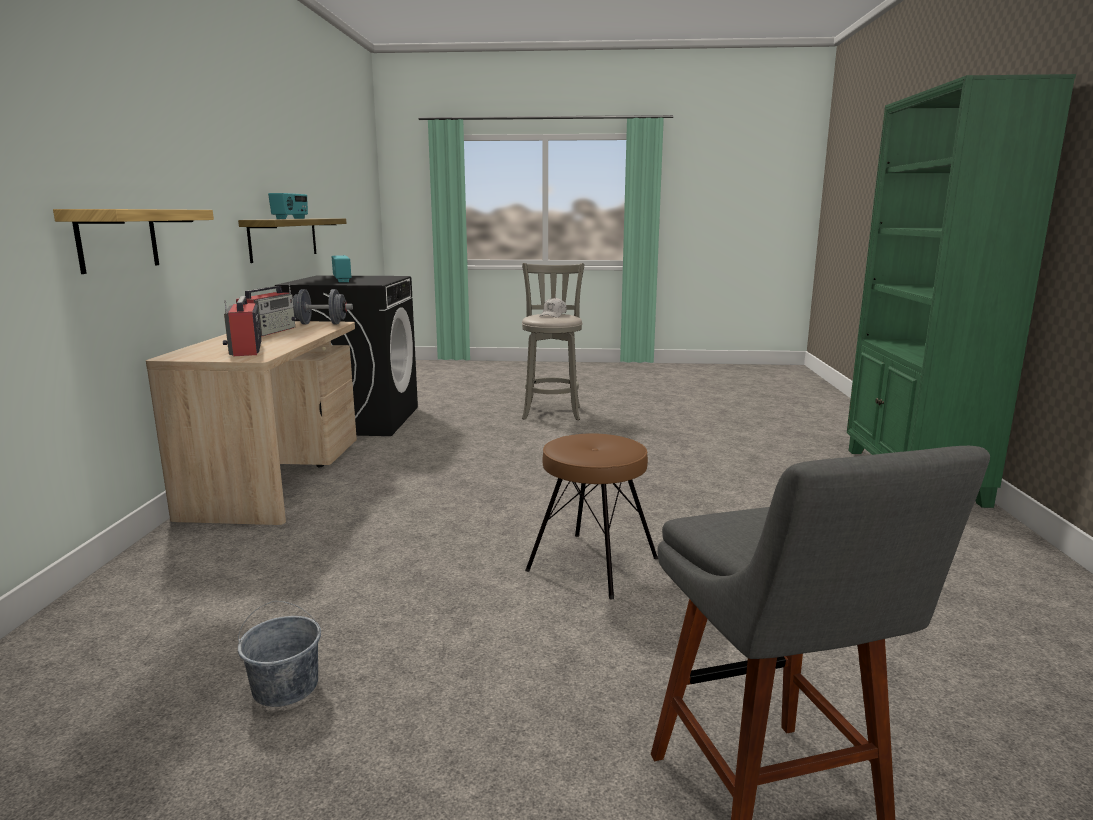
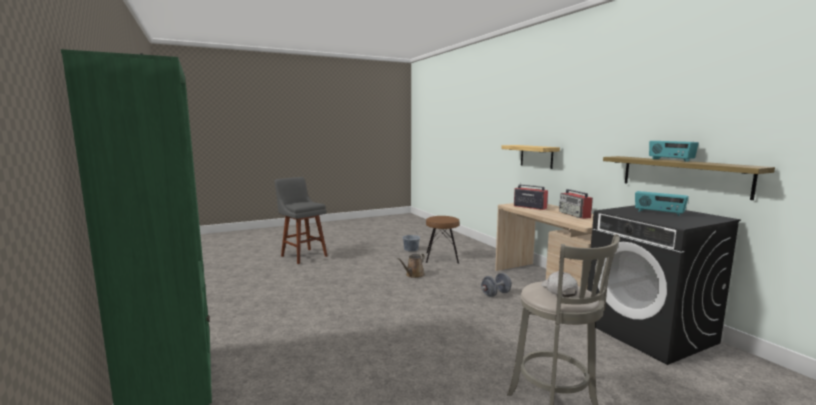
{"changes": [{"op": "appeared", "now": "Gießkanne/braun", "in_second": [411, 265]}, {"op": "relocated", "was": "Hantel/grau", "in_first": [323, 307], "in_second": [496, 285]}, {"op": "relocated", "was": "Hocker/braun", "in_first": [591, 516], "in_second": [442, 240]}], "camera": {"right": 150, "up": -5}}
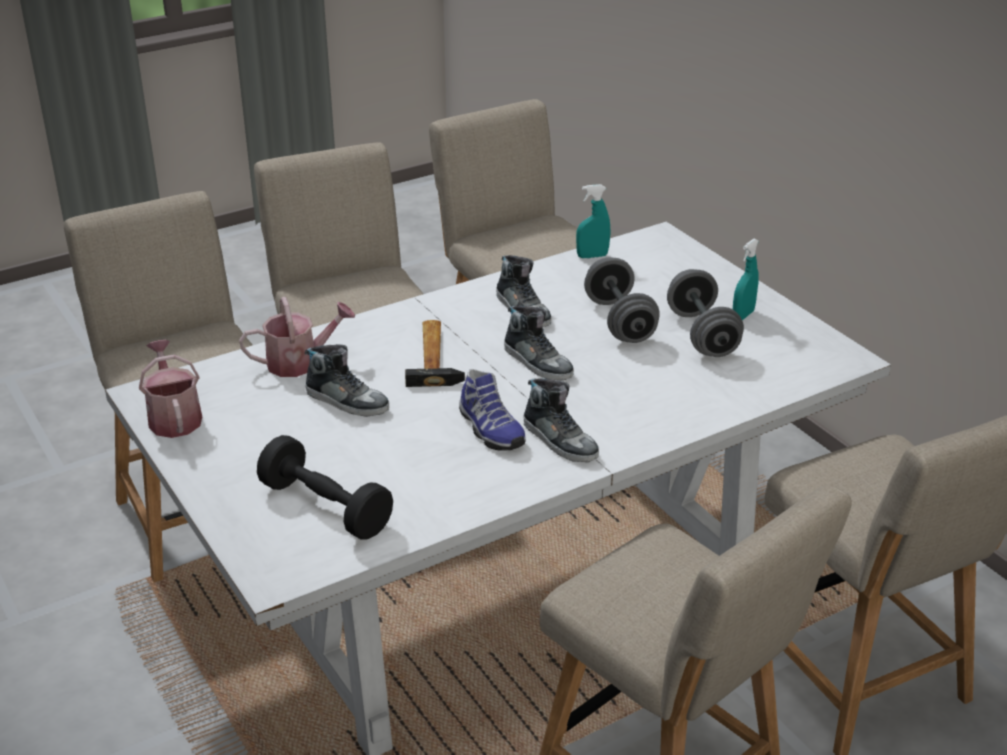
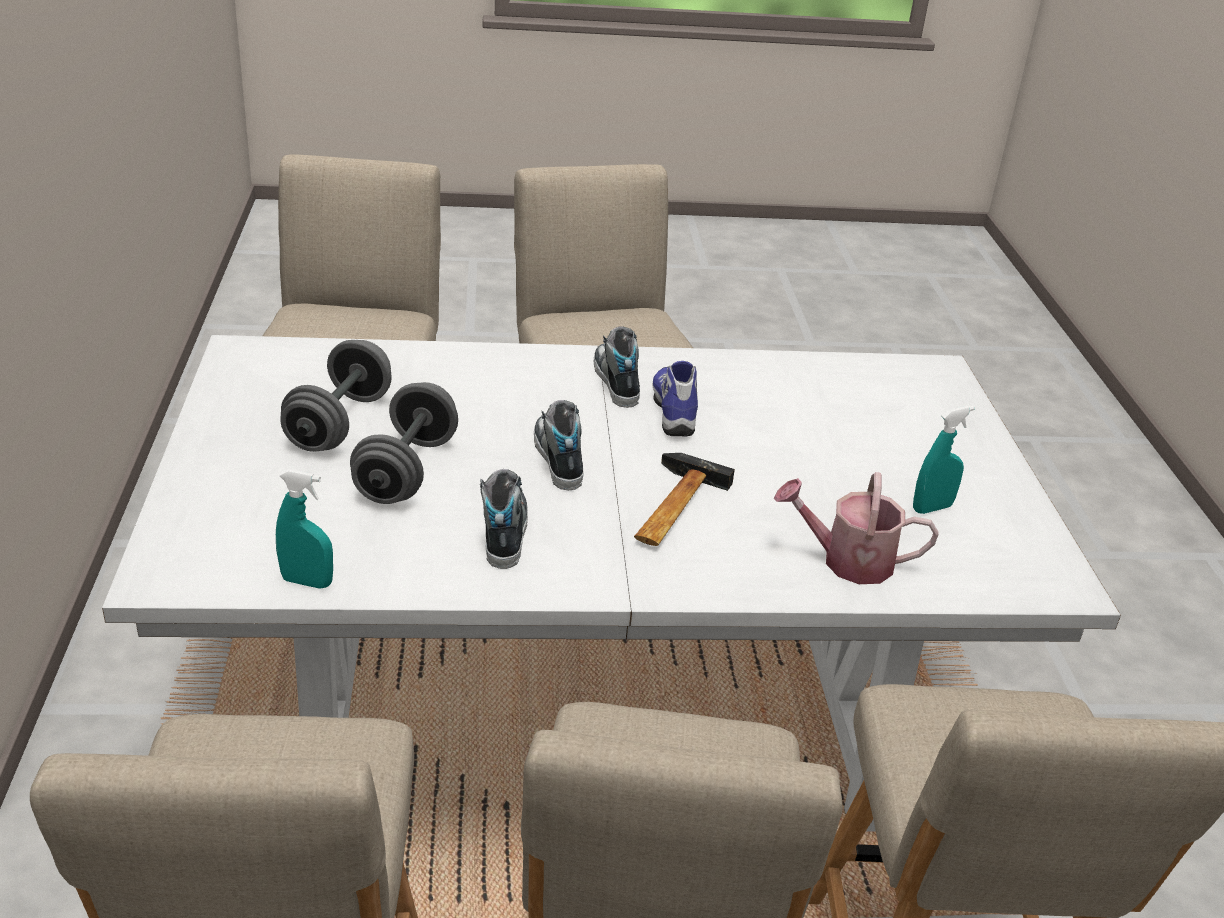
{"changes": [{"op": "missing", "was": "Gießkanne", "in_first": [170, 389]}, {"op": "missing", "was": "Hantel/schwarz", "in_first": [325, 487]}, {"op": "missing", "was": "Schuh", "in_first": [347, 380]}, {"op": "relocated", "was": "Sprühflasche/türkis", "in_first": [746, 279], "in_second": [944, 460]}], "camera": {"right": -155, "up": 0}}
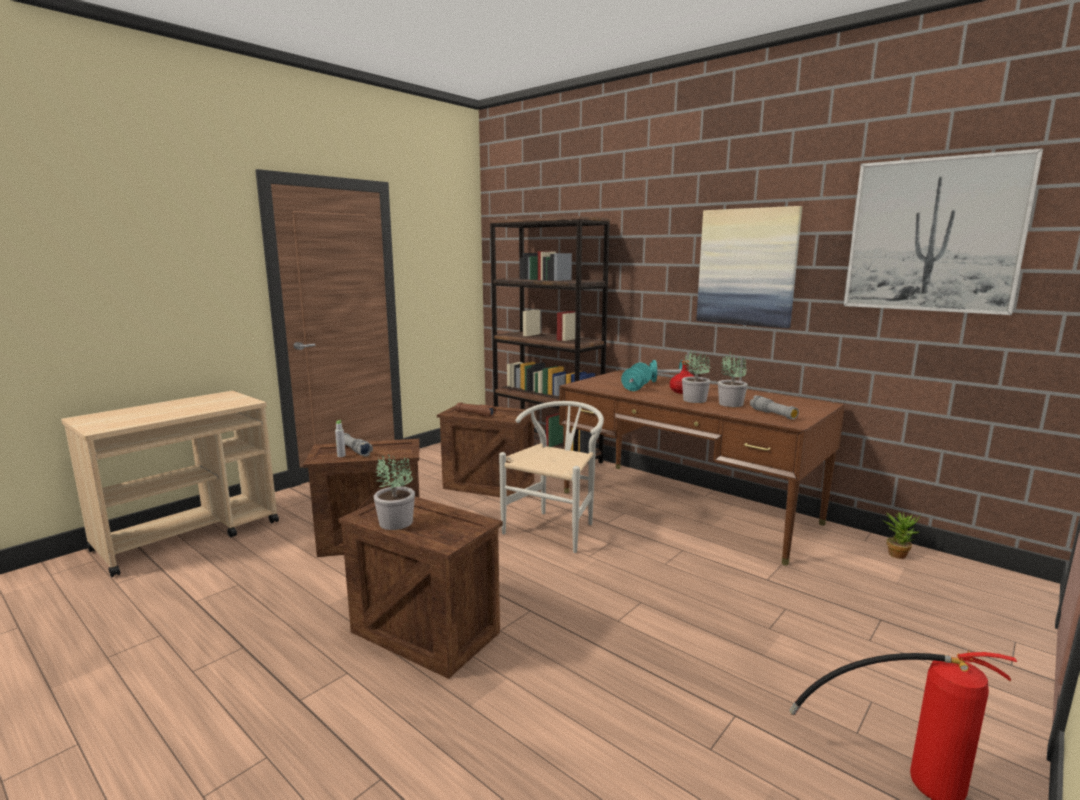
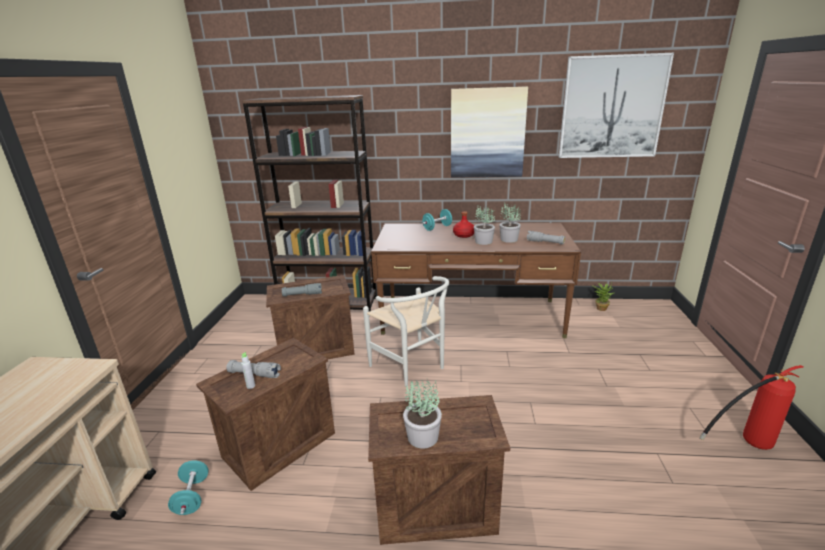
{"changes": [{"op": "relocated", "was": "Hantel/türkis", "in_first": [636, 377], "in_second": [188, 487]}, {"op": "colour", "was": "Taschenlampe/braun", "now": "Taschenlampe/grau", "in_first": [476, 410], "in_second": [302, 289]}, {"op": "spun", "was": "Stuhl/weiß", "in_first": [551, 477], "in_second": [406, 331], "clockwise": 150}], "camera": {"right": -35, "up": 10}}
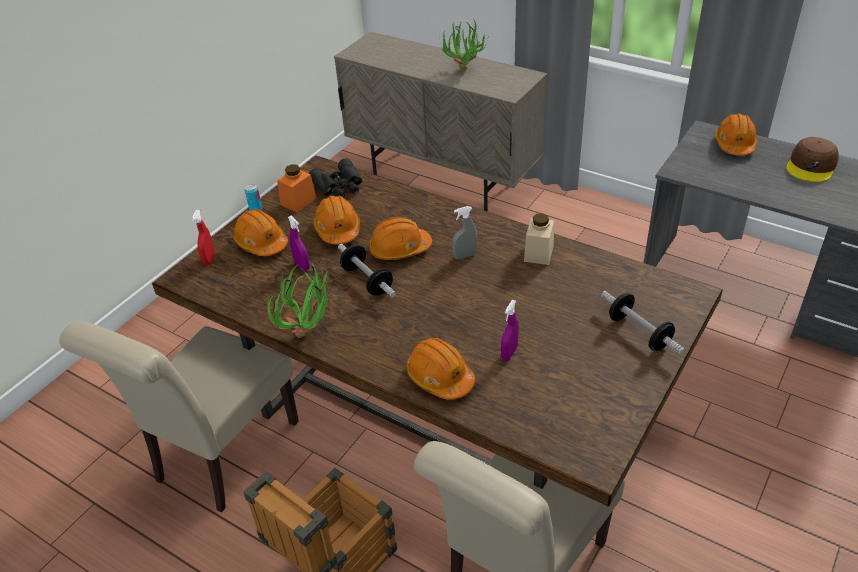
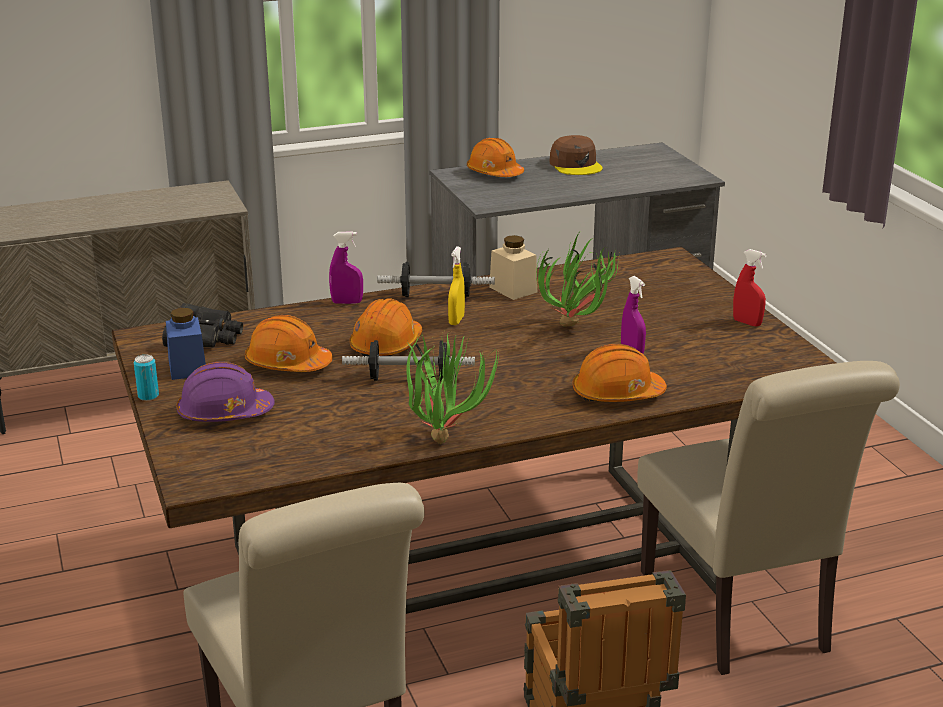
{"changes": [{"op": "relocated", "was": "Sprühflasche/rot", "in_first": [203, 238], "in_second": [750, 287]}, {"op": "relocated", "was": "Sprühflasche/lila", "in_first": [299, 243], "in_second": [346, 267]}, {"op": "relocated", "was": "Topfpflanze", "in_first": [464, 43], "in_second": [578, 280]}, {"op": "relocated", "was": "Hantel", "in_first": [643, 323], "in_second": [436, 280]}, {"op": "colour", "was": "Schutzhelm/orange", "now": "Schutzhelm/lila", "in_first": [260, 232], "in_second": [225, 392]}, {"op": "colour", "was": "Vorratsglas/orange", "now": "Vorratsglas/blau", "in_first": [296, 188], "in_second": [186, 344]}, {"op": "colour", "was": "Sprühflasche/grau", "now": "Sprühflasche/gelb", "in_first": [464, 232], "in_second": [456, 285]}], "camera": {"right": -55, "up": -15}}
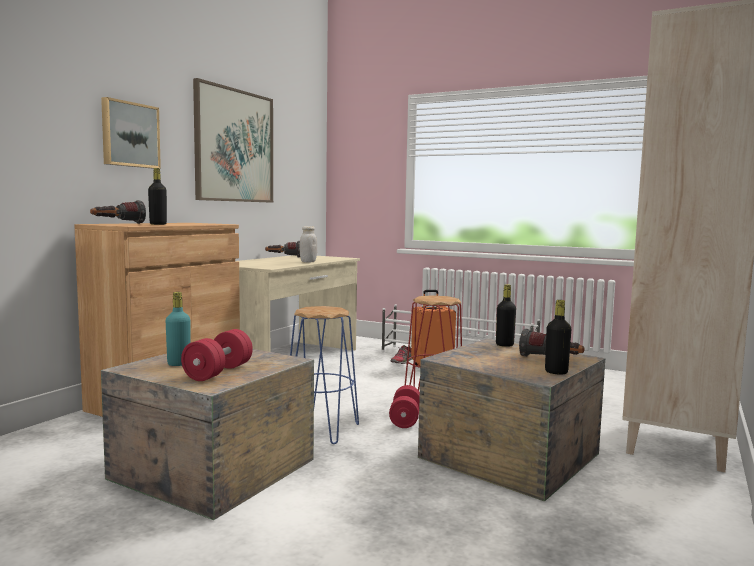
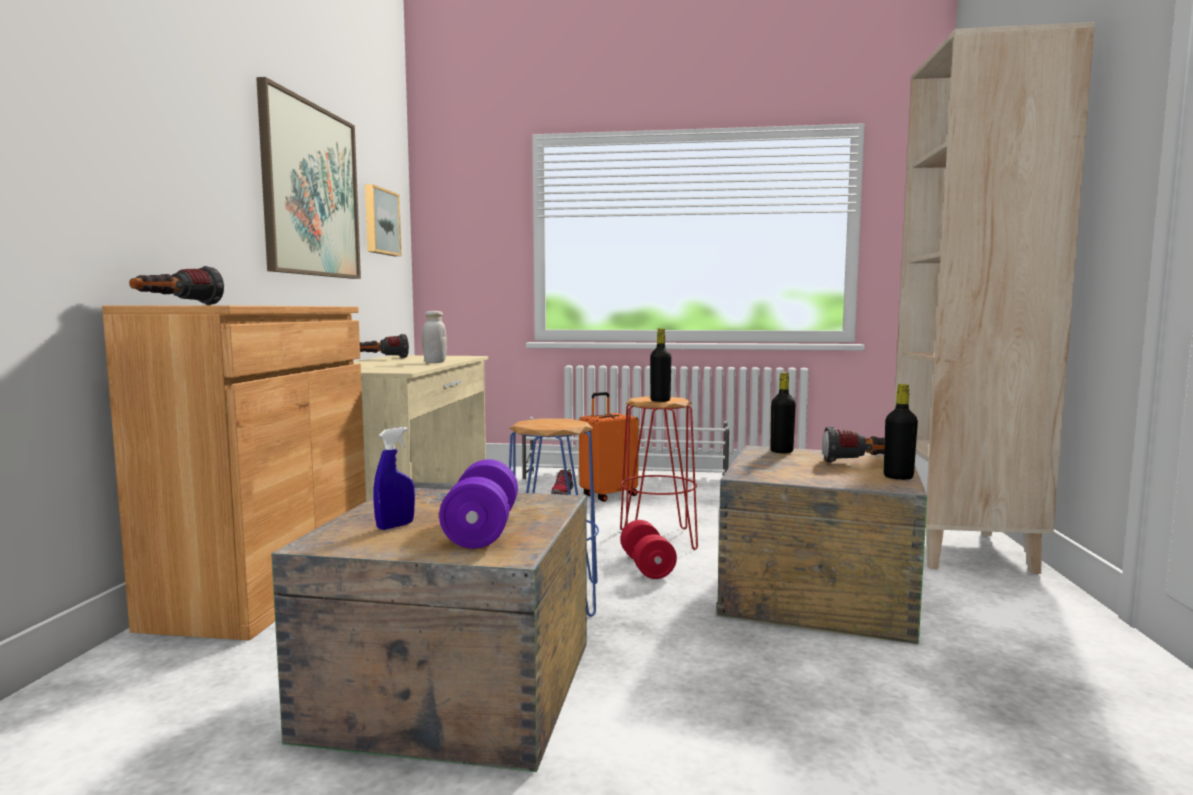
{"changes": [{"op": "relocated", "was": "Bild", "in_first": [131, 133], "in_second": [383, 220]}, {"op": "relocated", "was": "Flasche/schwarz", "in_first": [157, 196], "in_second": [661, 365]}, {"op": "exchanged", "was": "Flasche/türkis", "now": "Sprühflasche/blau", "in_first": [178, 329], "in_second": [394, 478]}, {"op": "colour", "was": "Hantel/rot", "now": "Hantel/lila", "in_first": [217, 355], "in_second": [478, 504]}], "camera": {"right": -20, "up": 0}}
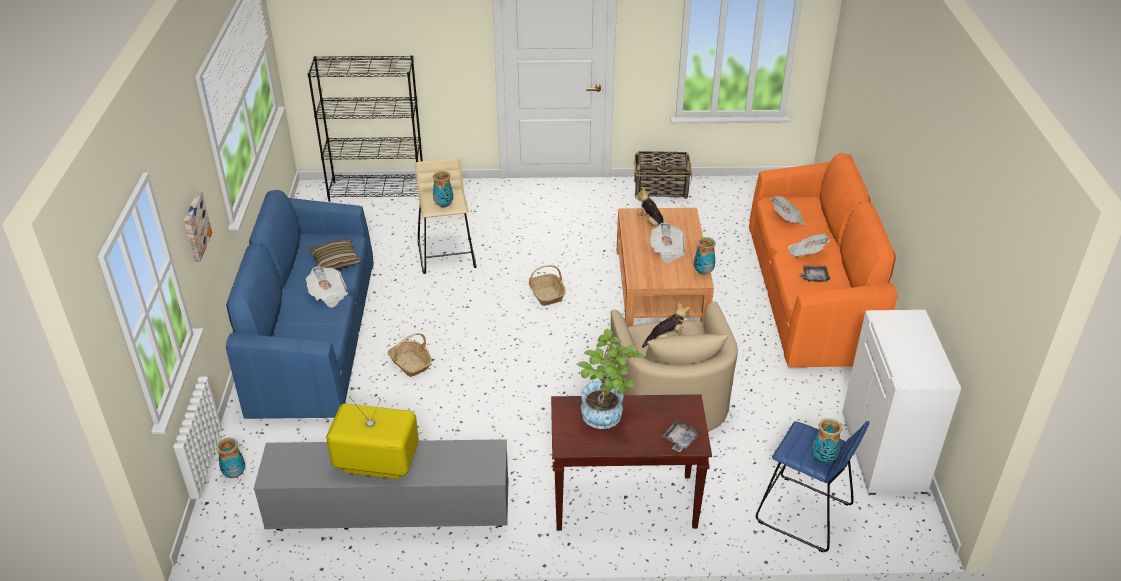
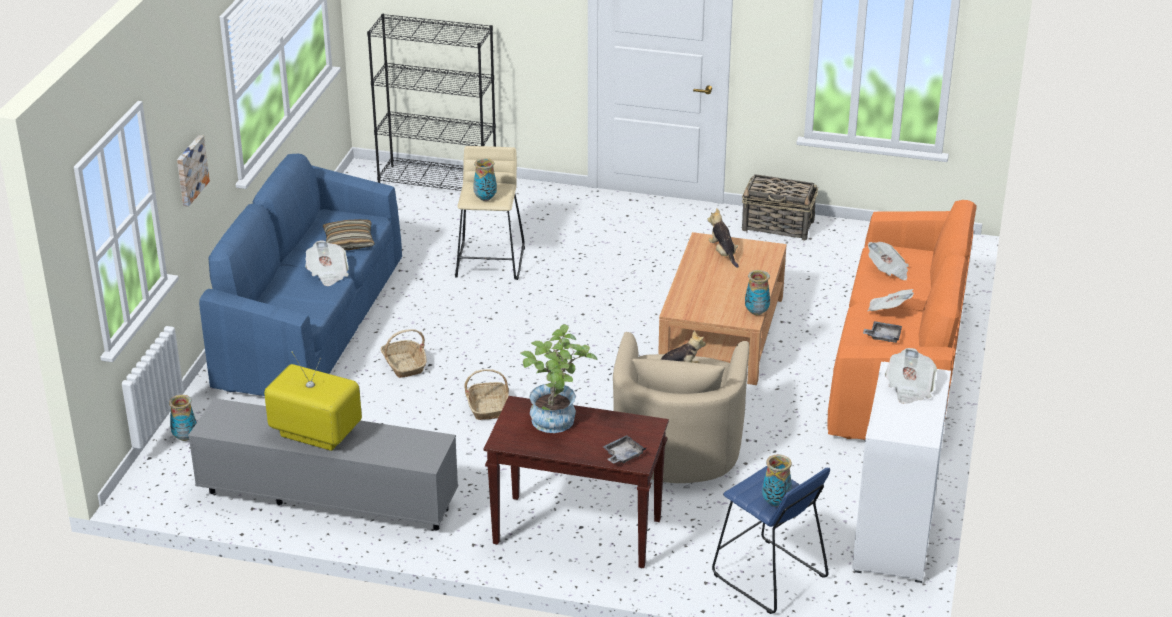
{"changes": [{"op": "relocated", "was": "Korb", "in_first": [547, 285], "in_second": [486, 394]}, {"op": "relocated", "was": "Zeitung", "in_first": [667, 242], "in_second": [911, 376]}], "camera": {"right": 15, "up": -5}}
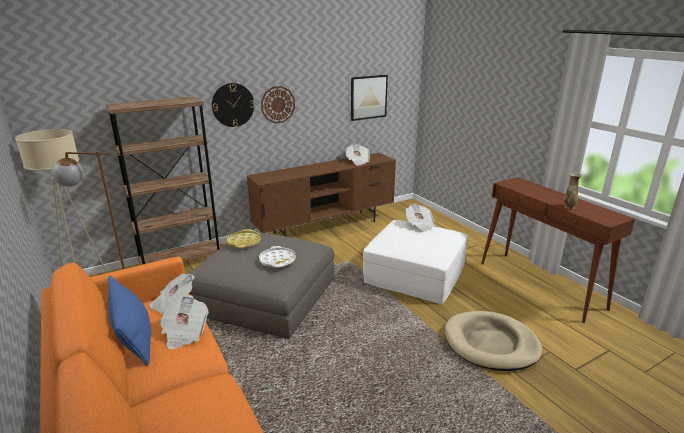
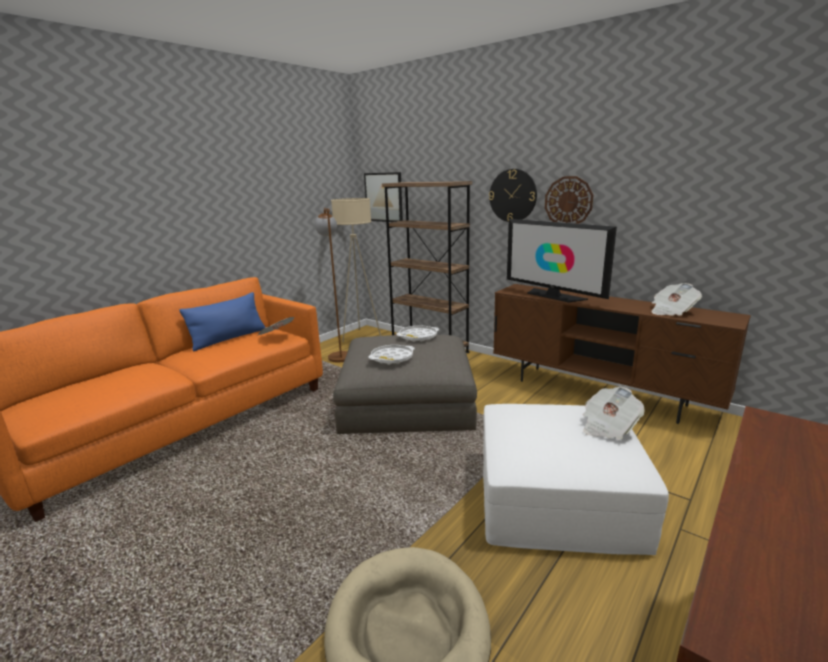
{"changes": [{"op": "missing", "was": "Zeitung", "in_first": [184, 322]}, {"op": "missing", "was": "Vase", "in_first": [573, 191]}, {"op": "appeared", "now": "Fernseher", "in_second": [562, 261]}, {"op": "relocated", "was": "Bild", "in_first": [369, 98], "in_second": [383, 197]}, {"op": "colour", "was": "Tablett/gelb", "now": "Tablett/weiß", "in_first": [244, 238], "in_second": [417, 333]}], "camera": {"right": 70, "up": -5}}
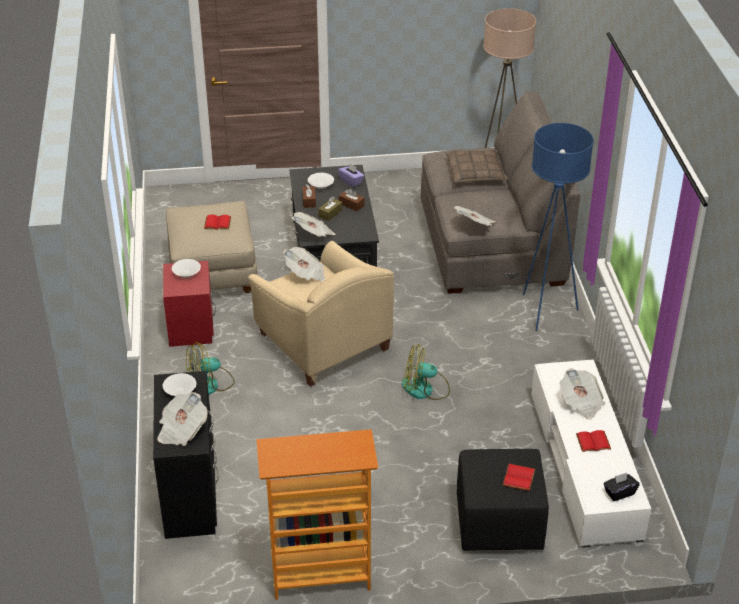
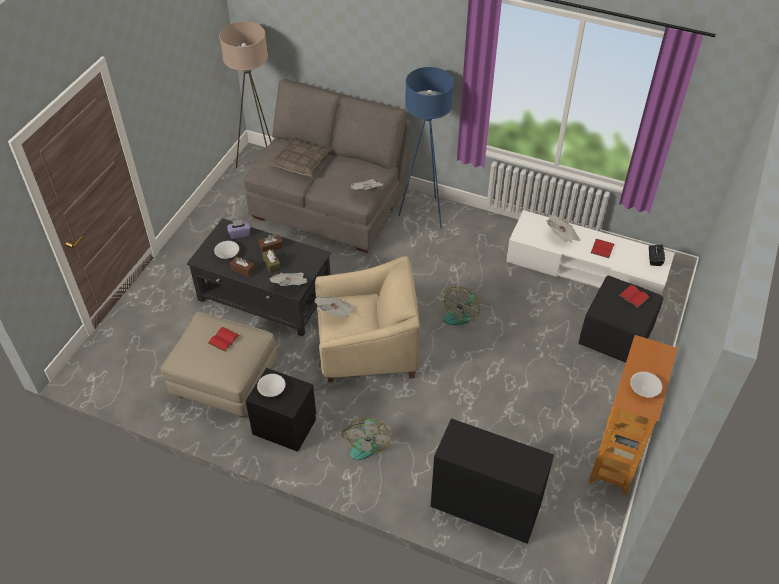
{"changes": [{"op": "missing", "was": "Zeitung", "in_first": [182, 419]}, {"op": "relocated", "was": "Schüssel/weiß", "in_first": [179, 384], "in_second": [646, 385]}, {"op": "colour", "was": "Nachttisch/rot", "now": "Nachttisch/schwarz", "in_first": [189, 304], "in_second": [280, 410]}], "camera": {"right": -60, "up": 10}}
